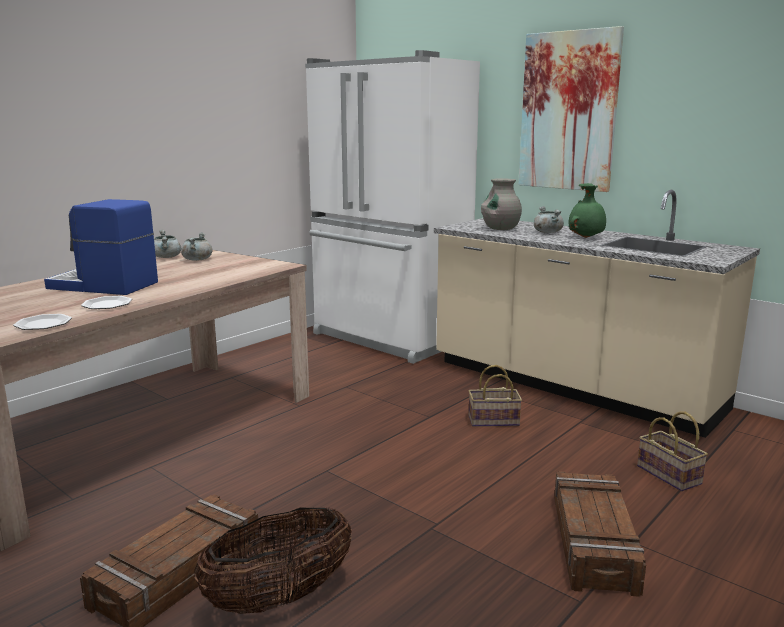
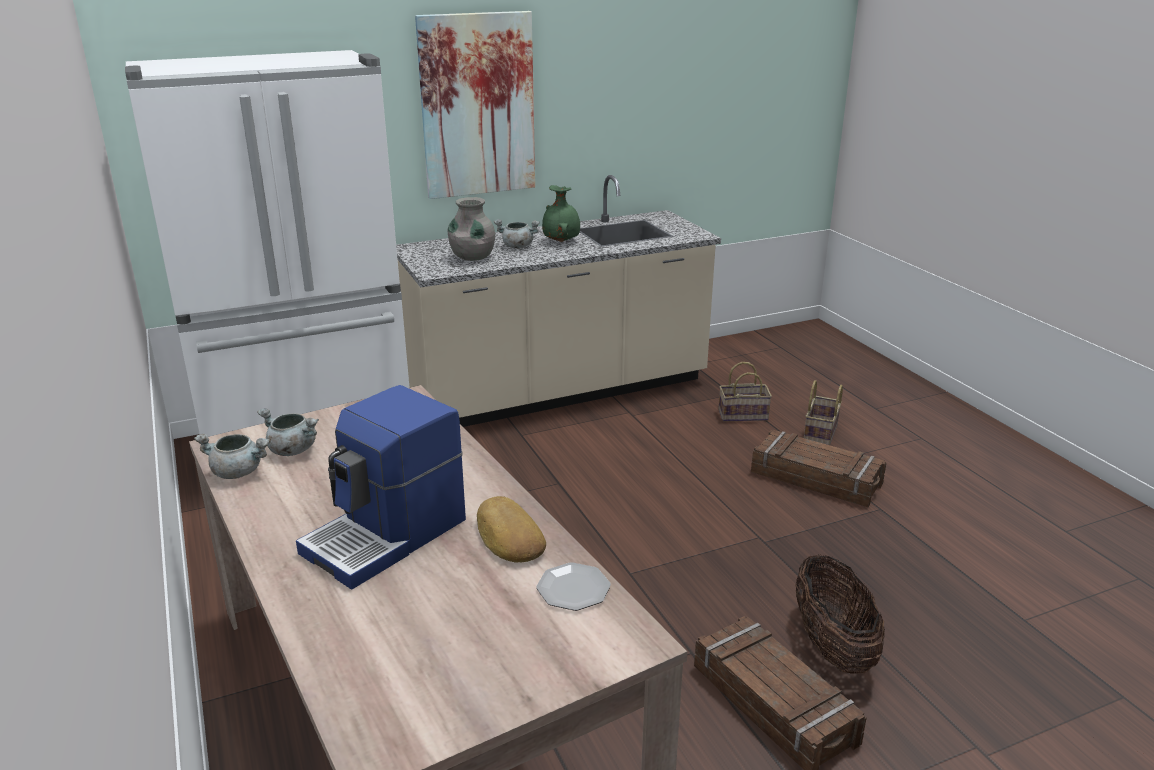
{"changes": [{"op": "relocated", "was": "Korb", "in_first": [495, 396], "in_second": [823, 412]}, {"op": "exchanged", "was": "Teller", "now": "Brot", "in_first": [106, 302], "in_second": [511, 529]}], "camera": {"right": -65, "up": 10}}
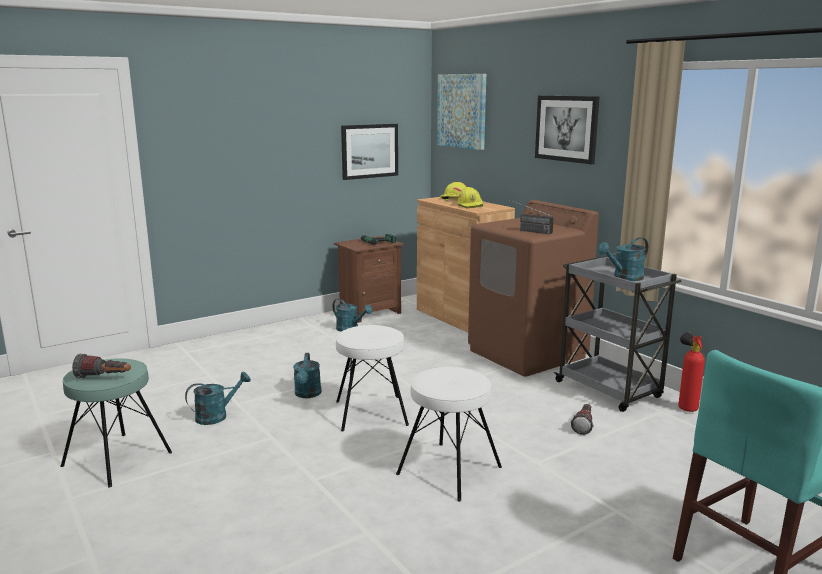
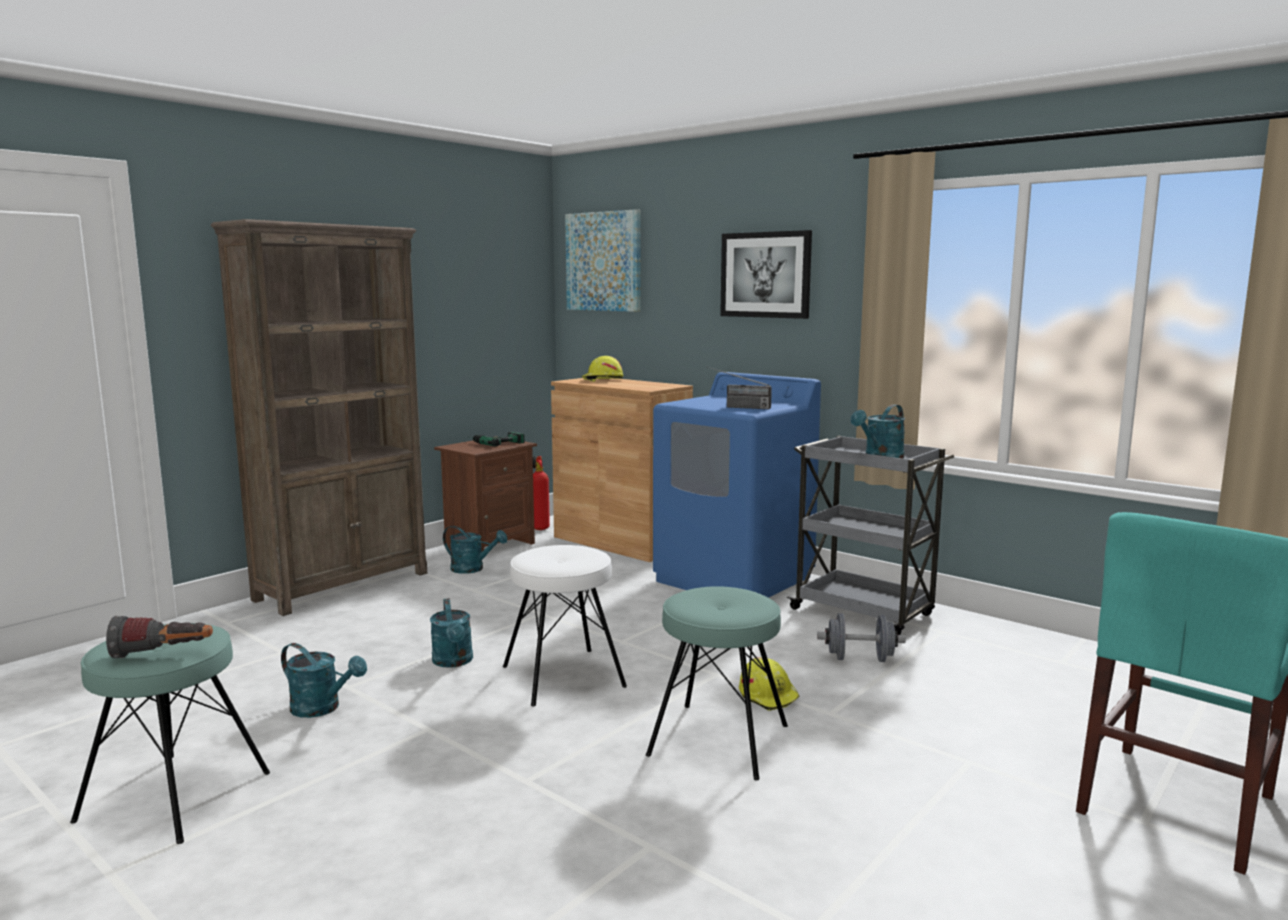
{"changes": [{"op": "missing", "was": "Bild", "in_first": [369, 152]}, {"op": "appeared", "now": "Bücherregal/braun", "in_second": [319, 417]}, {"op": "relocated", "was": "Schutzhelm/gelb", "in_first": [470, 197], "in_second": [769, 684]}, {"op": "relocated", "was": "Feuerlöscher", "in_first": [691, 372], "in_second": [541, 493]}, {"op": "exchanged", "was": "Taschenlampe", "now": "Hantel/grau", "in_first": [582, 419], "in_second": [861, 637]}, {"op": "colour", "was": "Hocker/weiß", "now": "Hocker/türkis", "in_first": [449, 434], "in_second": [717, 683]}, {"op": "colour", "was": "Waschmaschine/braun", "now": "Waschmaschine/blau", "in_first": [533, 288], "in_second": [737, 485]}, {"op": "spun", "was": "Gießkanne/türkis", "in_first": [218, 398], "in_second": [324, 680], "clockwise": 75}], "camera": {"right": -15, "up": -5}}
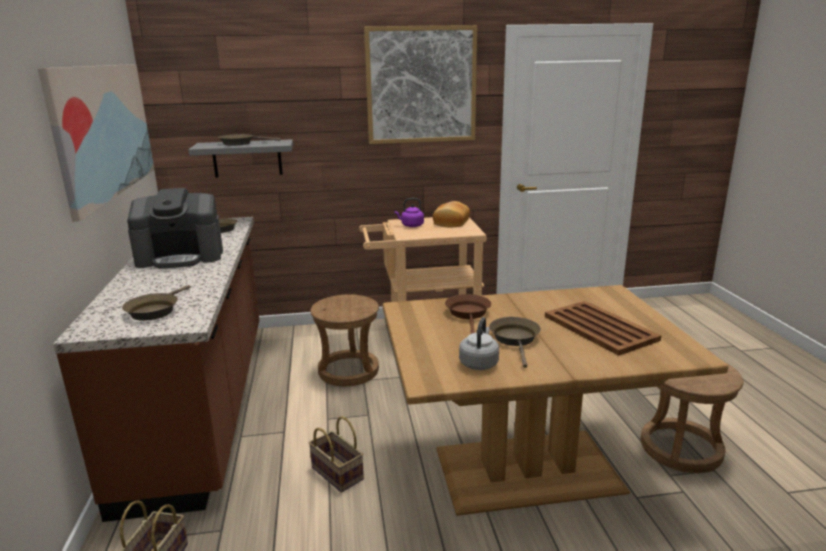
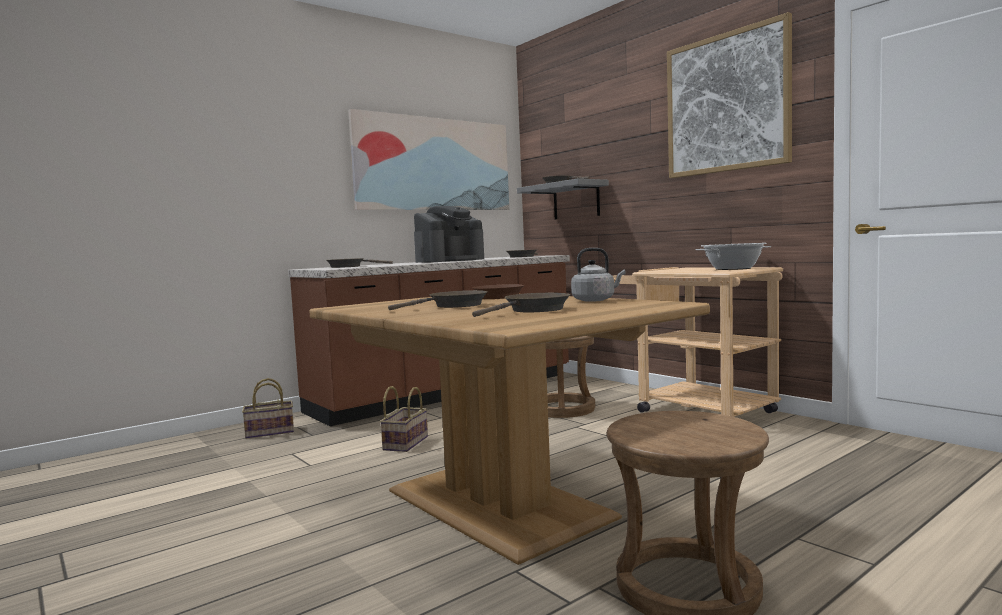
{"changes": [{"op": "missing", "was": "Wasserkessel/lila", "in_first": [409, 212]}, {"op": "relocated", "was": "Wasserkessel/grau", "in_first": [479, 343], "in_second": [598, 275]}, {"op": "exchanged", "was": "Brot", "now": "Kochtopf", "in_first": [451, 214], "in_second": [733, 256]}, {"op": "exchanged", "was": "Tablett/braun", "now": "Pfanne/braun", "in_first": [603, 328], "in_second": [521, 305]}, {"op": "spun", "was": "Kaffeemaschine", "in_first": [175, 228], "in_second": [449, 234], "clockwise": -90}], "camera": {"right": 60, "up": -15}}
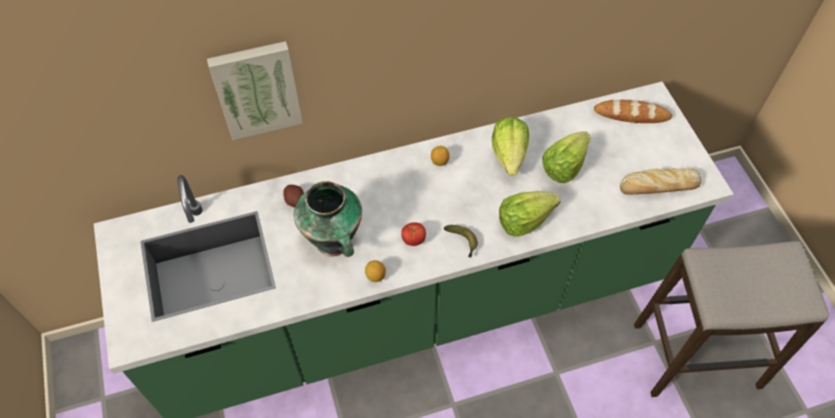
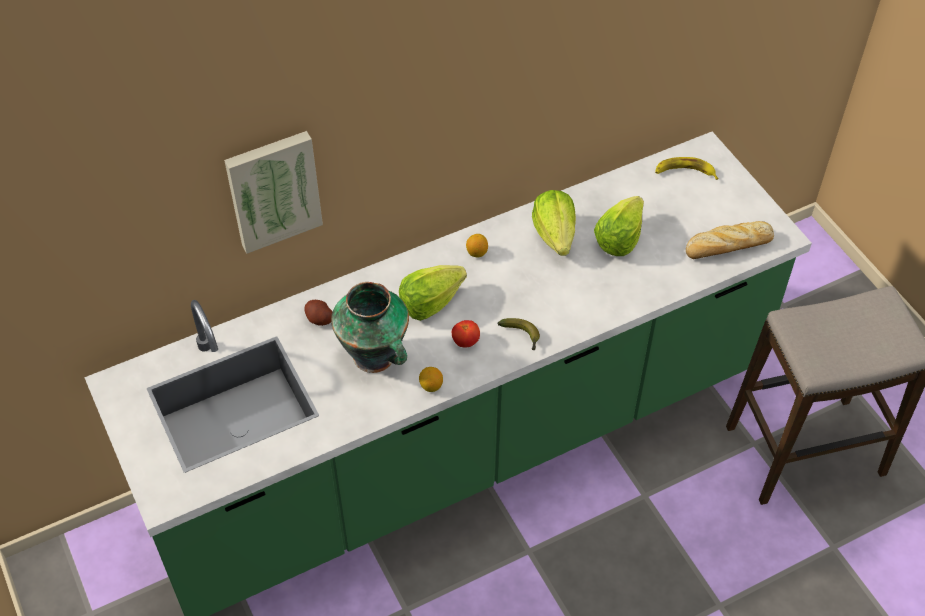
{"changes": [{"op": "relocated", "was": "Salatkopf", "in_first": [529, 214], "in_second": [433, 293]}, {"op": "exchanged", "was": "Brot", "now": "Banane", "in_first": [633, 111], "in_second": [686, 168]}], "camera": {"right": -10, "up": -5}}
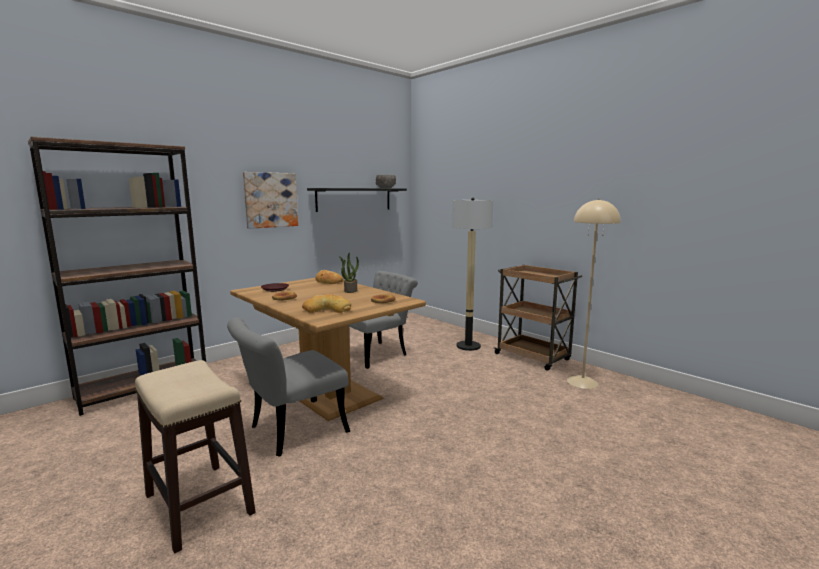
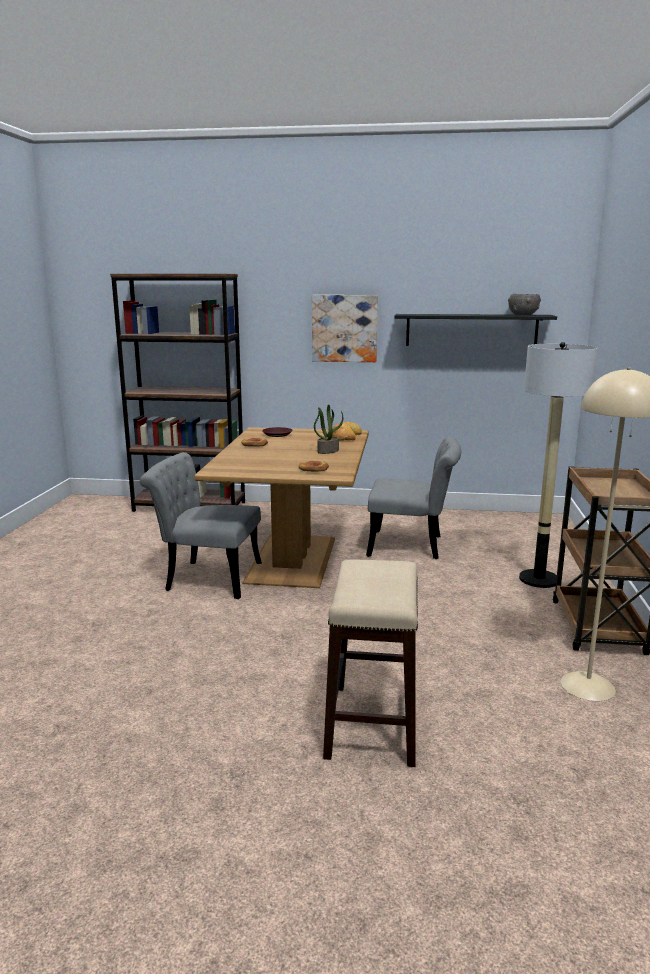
{"changes": [{"op": "missing", "was": "Brot", "in_first": [326, 303]}, {"op": "relocated", "was": "Hocker", "in_first": [195, 456], "in_second": [370, 663]}], "camera": {"right": 50, "up": 5}}
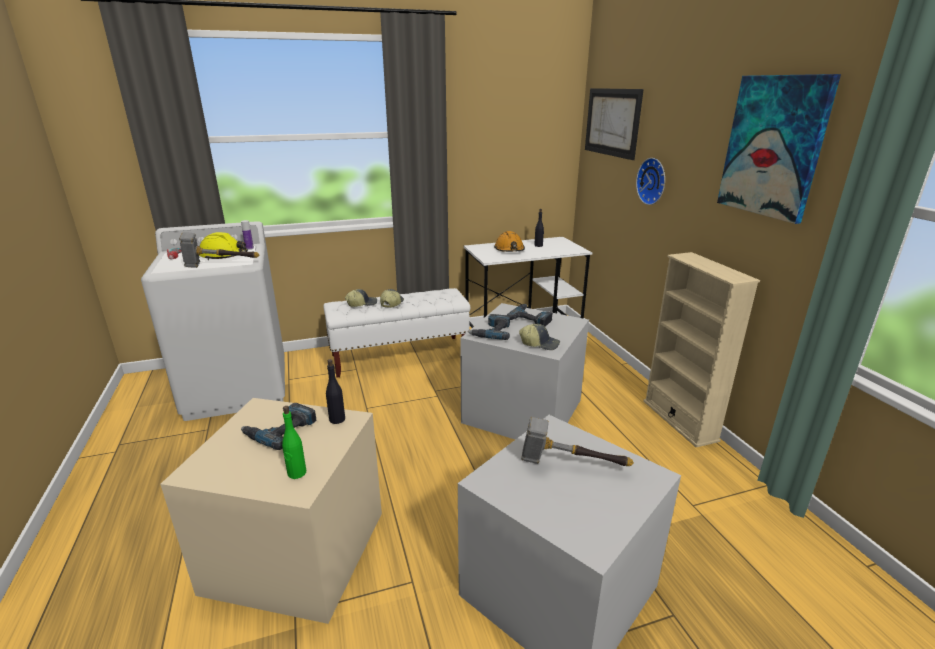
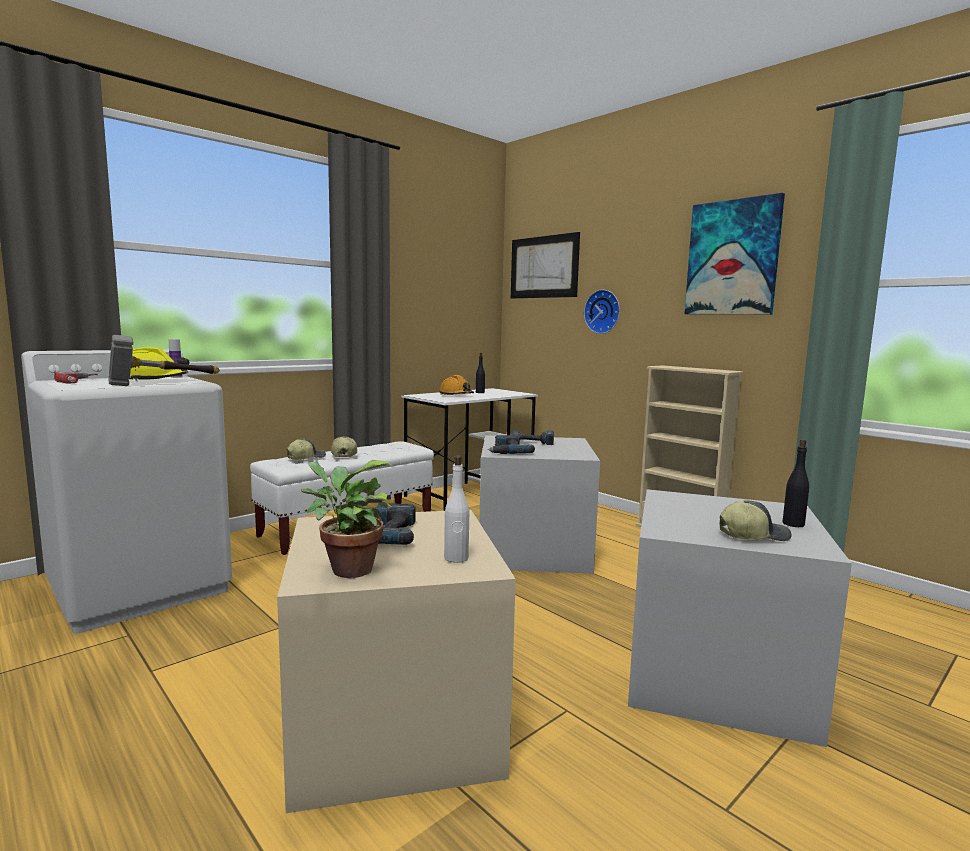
{"changes": [{"op": "missing", "was": "Hammer", "in_first": [577, 441]}, {"op": "appeared", "now": "Topfpflanze", "in_second": [347, 519]}, {"op": "relocated", "was": "Flasche/schwarz", "in_first": [335, 391], "in_second": [795, 483]}, {"op": "relocated", "was": "Kappe", "in_first": [539, 337], "in_second": [755, 520]}, {"op": "colour", "was": "Flasche/grün", "now": "Flasche/weiß", "in_first": [294, 442], "in_second": [456, 509]}], "camera": {"right": -25, "up": -15}}
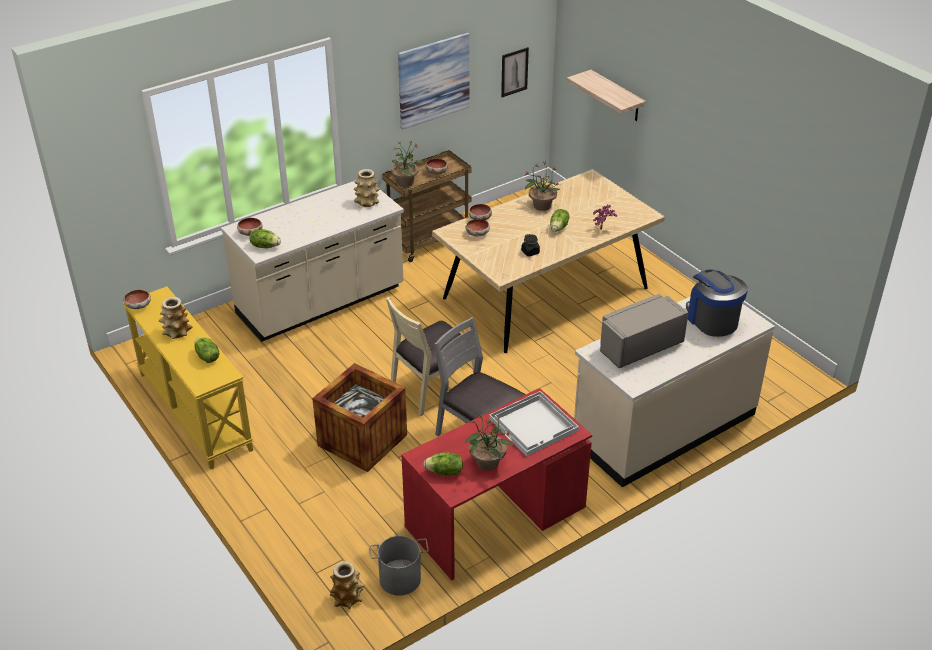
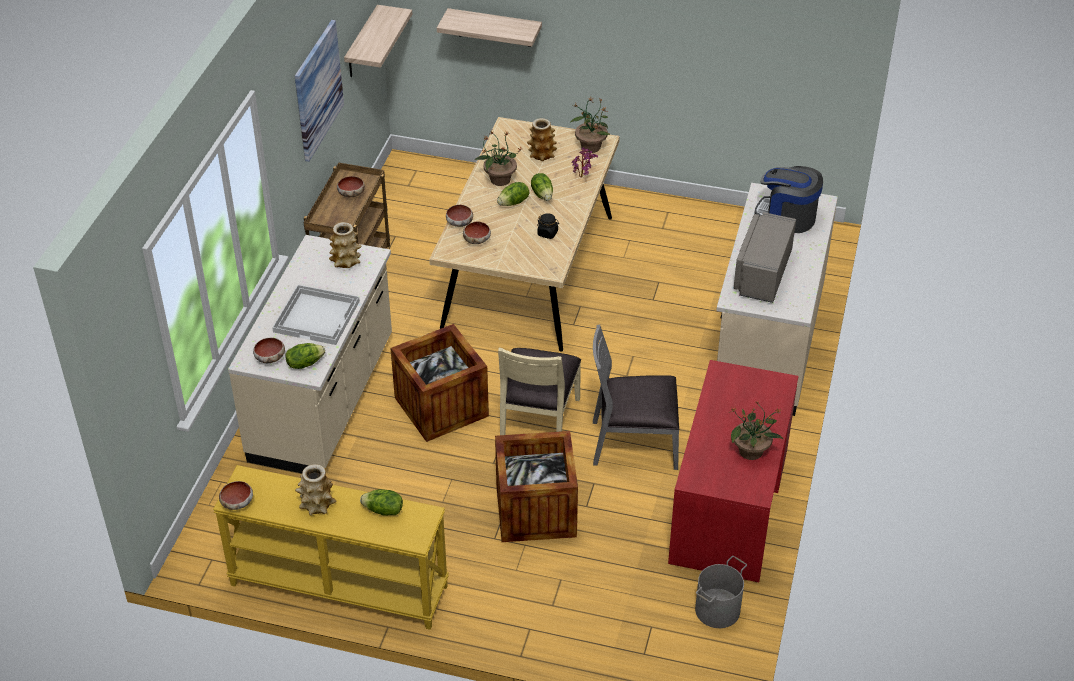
{"changes": [{"op": "appeared", "now": "Kiste", "in_second": [439, 383]}, {"op": "relocated", "was": "Vase", "in_first": [347, 585], "in_second": [542, 139]}, {"op": "relocated", "was": "Topfpflanze", "in_first": [406, 163], "in_second": [590, 125]}, {"op": "relocated", "was": "Salatkopf", "in_first": [443, 464], "in_second": [513, 194]}, {"op": "relocated", "was": "Tablett/weiß", "in_first": [534, 423], "in_second": [316, 315]}, {"op": "exchanged", "was": "Bild", "now": "Wandregal", "in_first": [515, 72], "in_second": [378, 41]}], "camera": {"right": -40, "up": 5}}
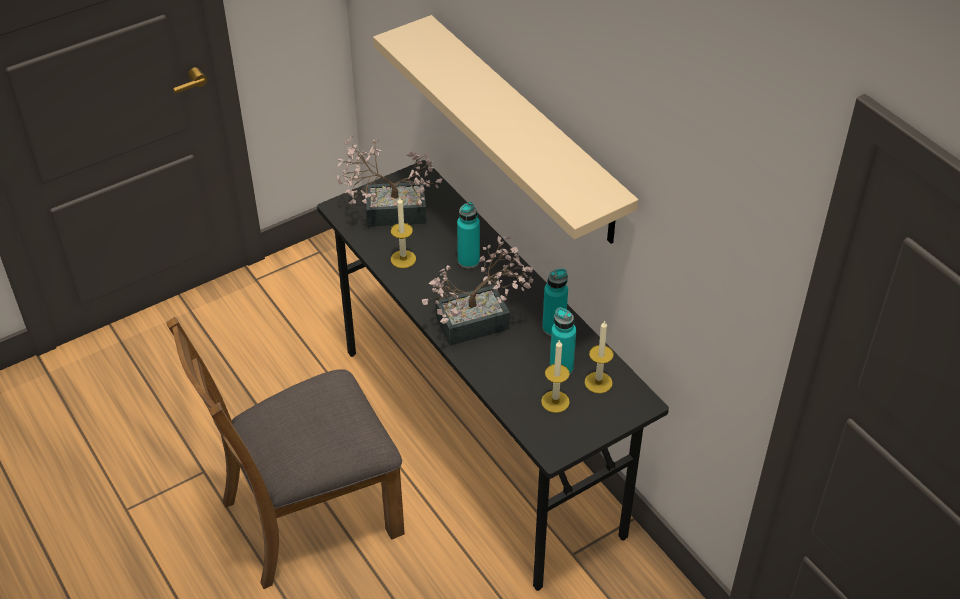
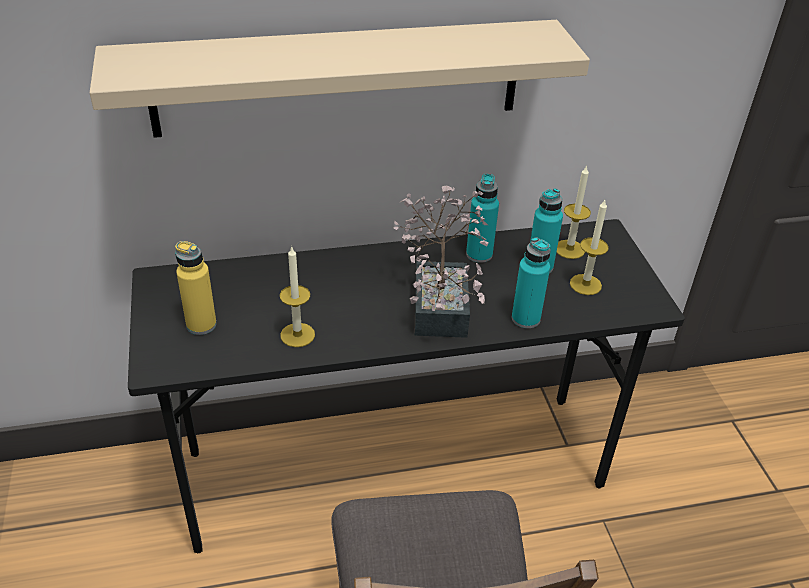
{"changes": [{"op": "relocated", "was": "Flasche/türkis", "in_first": [468, 235], "in_second": [531, 282]}, {"op": "exchanged", "was": "Topfpflanze", "now": "Flasche/gelb", "in_first": [389, 181], "in_second": [196, 288]}], "camera": {"right": -70, "up": -5}}
